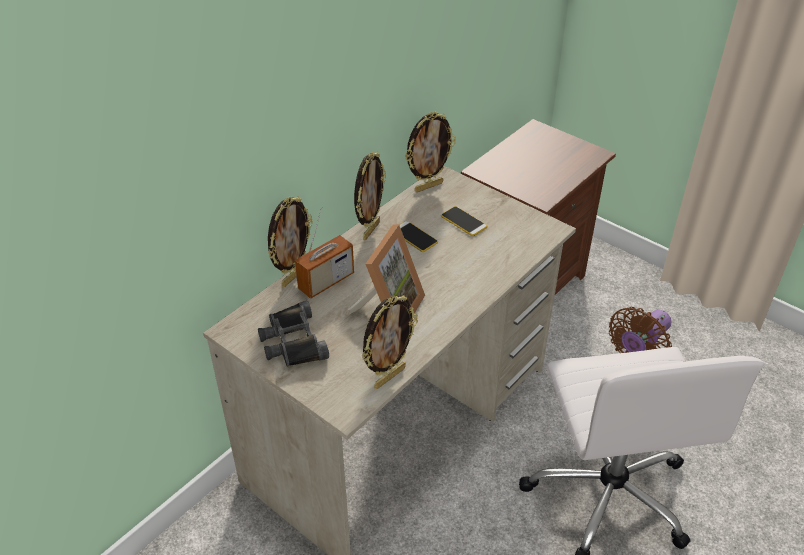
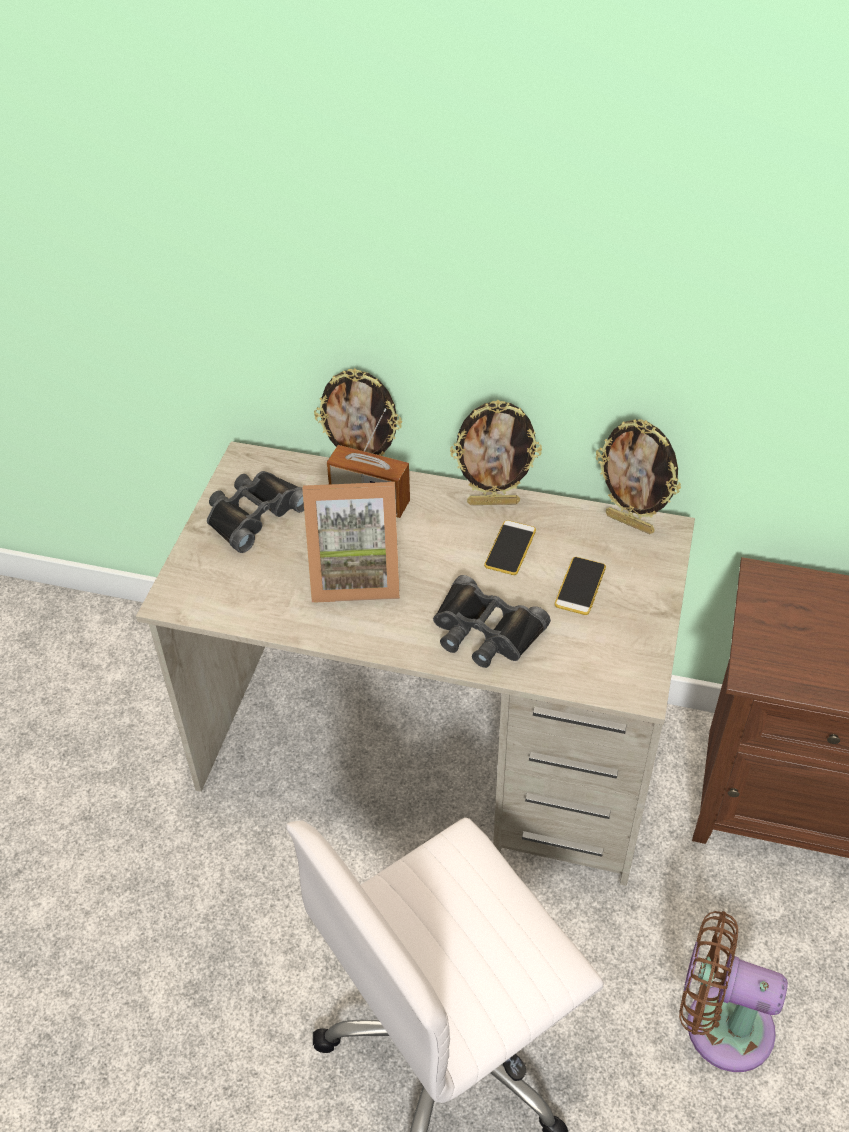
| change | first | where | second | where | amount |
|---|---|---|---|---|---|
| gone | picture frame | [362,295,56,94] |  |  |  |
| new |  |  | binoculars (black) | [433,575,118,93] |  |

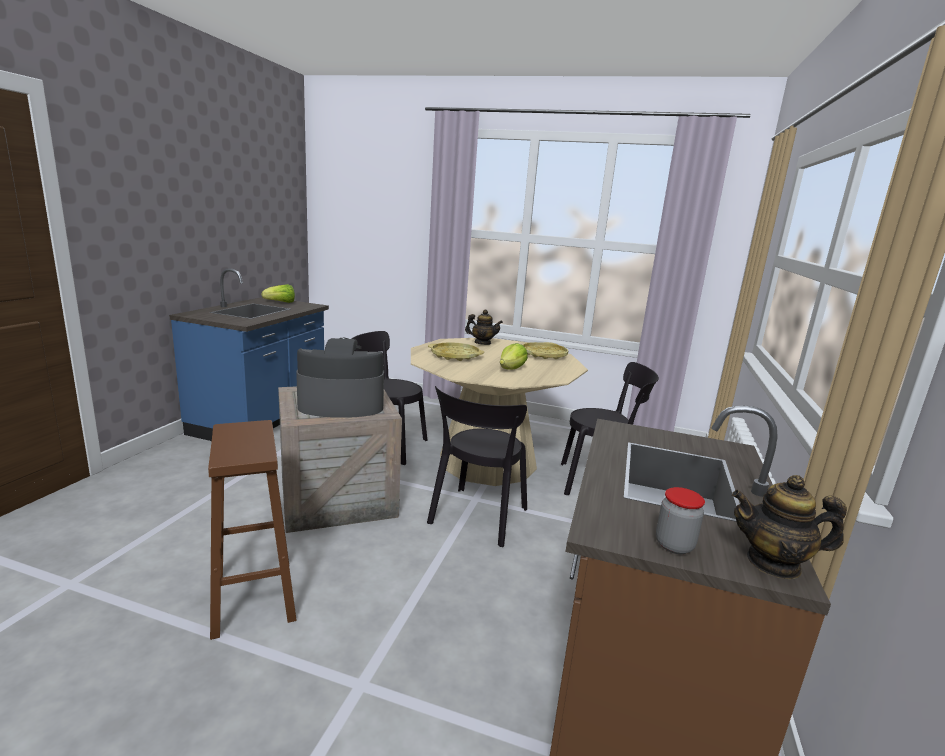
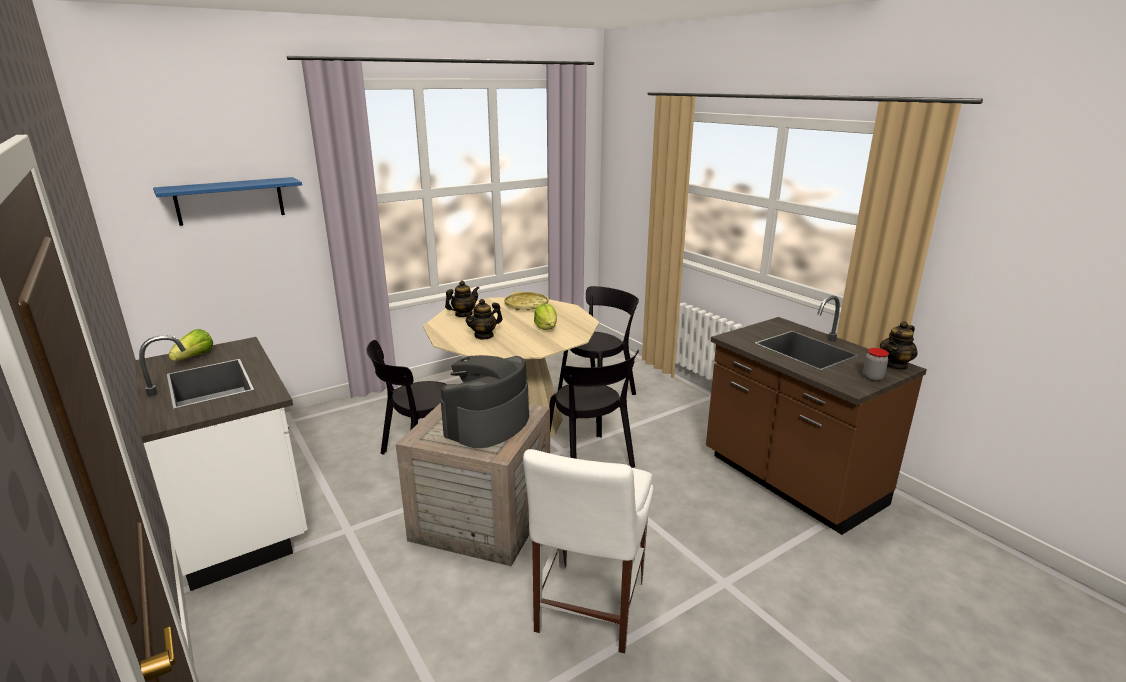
| change | first | where | second | where | amount |
|---|---|---|---|---|---|
| repainted | counter (blue) | [169,268,160,173] | counter (white) | [135,335,173,256] |  |
| swapped | tray (yellow) | [428,342,56,19] | teapot | [463,299,39,41] |  |
| swapped | stool (brown) | [208,420,88,220] | chair (white) | [523,449,131,204] |  |
| new |  |  | shelf (blue) | [153,177,149,49] |  |

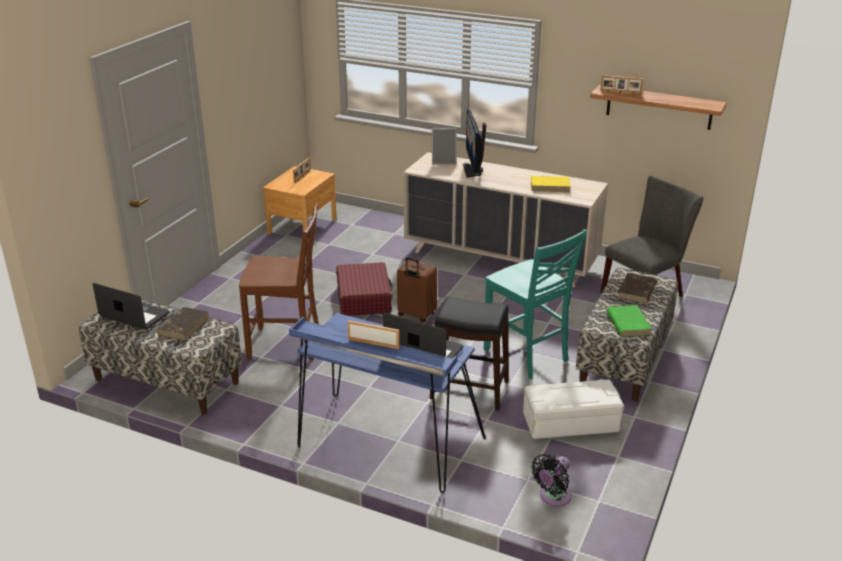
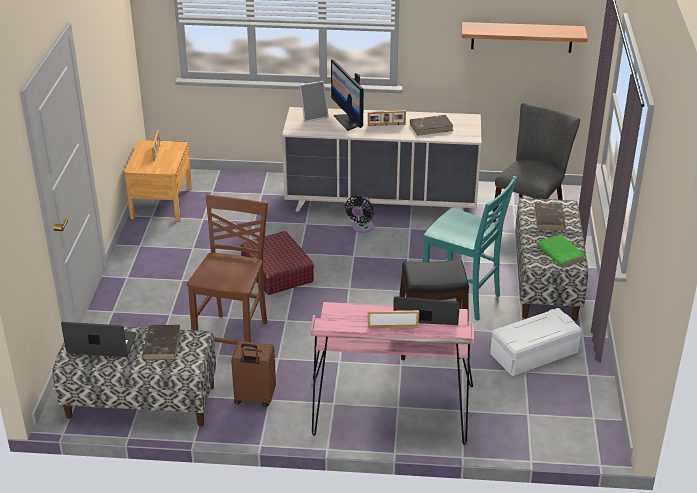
| change | first | where | second | where | amount |
|---|---|---|---|---|---|
| shifted | picture frame | [600,75,43,20] |  | [368,110,38,16] |  |
| repainted | book (yellow) | [531,176,39,16] | book (brown) | [410,115,43,21] |  |
| rotated | chair (brown) | [239,204,80,156] |  | [187,194,81,151] | 60 degrees counterclockwise |
| shifted | suitcase (brown) | [397,257,40,66] |  | [231,341,45,66] |  |
| repainted | desk (blue) | [289,313,197,180] | desk (pink) | [310,302,164,143] |  |
| shifted | fan (black) | [531,454,41,52] |  | [345,196,29,37] |  |

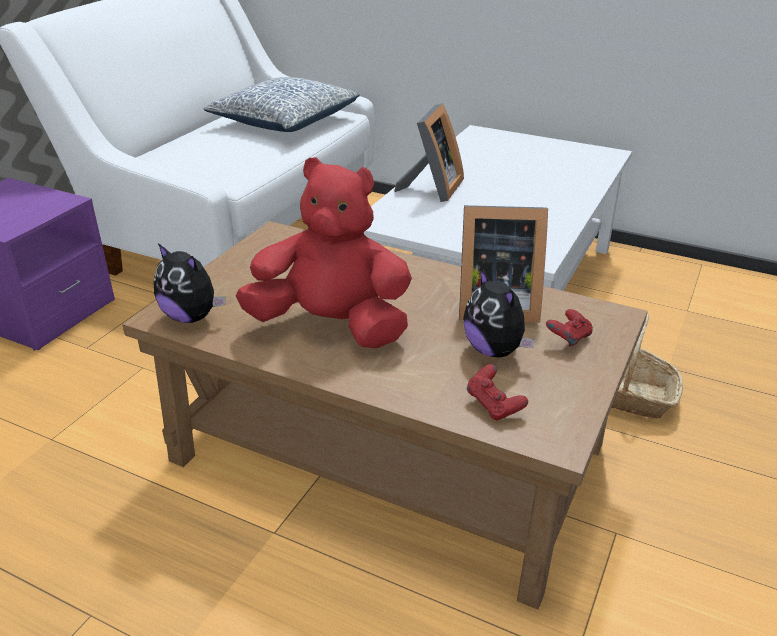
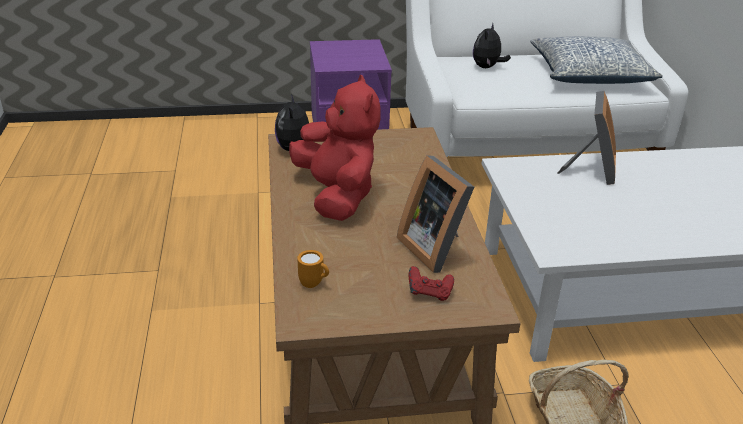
| change | first | where | second | where | amount |
|---|---|---|---|---|---|
| rotated | picture frame | [394,103,70,99] |  | [558,91,58,94] | 60 degrees counterclockwise |
| shifted | plush toy | [463,268,72,89] |  | [473,23,38,45] |  |
| swapped | game controller (red) | [467,364,61,57] | mug (orange) | [297,250,32,38] |  |

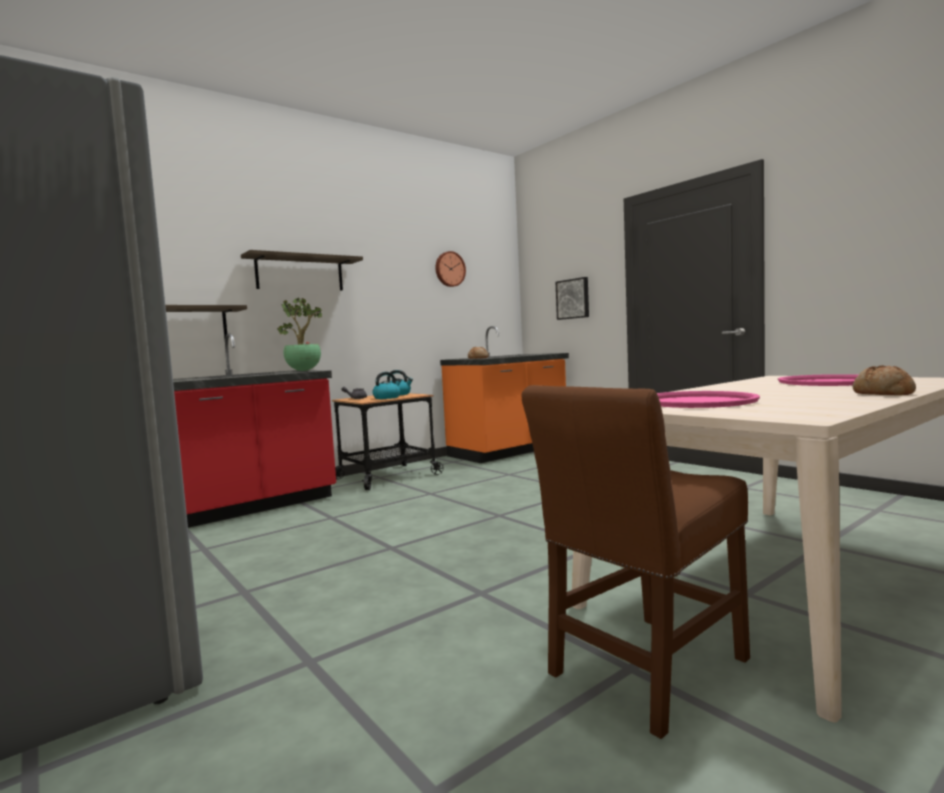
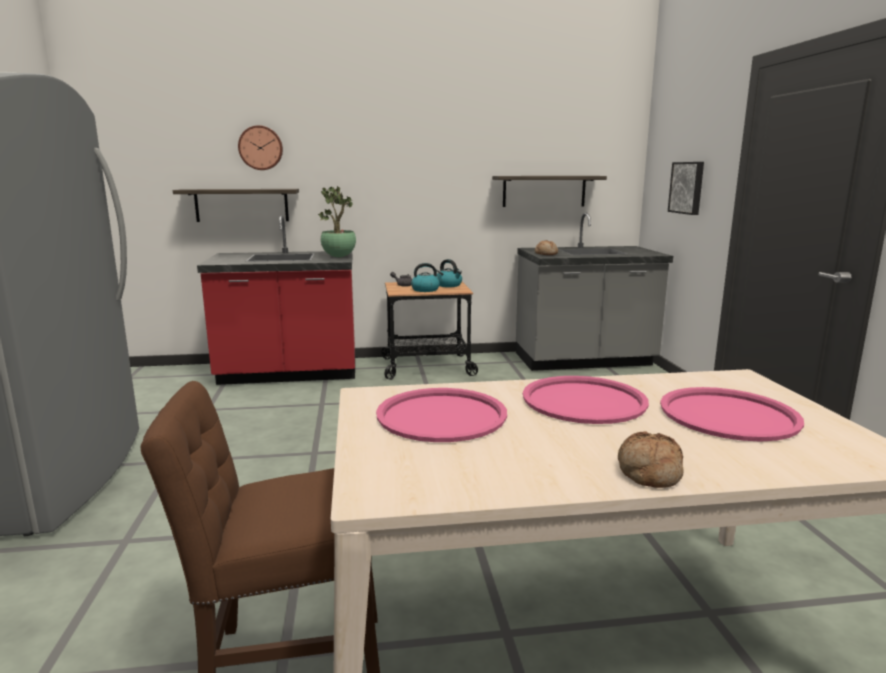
| change | first | where | second | where | amount |
|---|---|---|---|---|---|
| shifted | shelf | [241,250,122,41] |  | [492,176,115,31] |  |
| shifted | wall clock | [435,251,31,36] |  | [238,125,45,45] |  |
| repainted | counter (orange) | [440,326,129,137] | counter (grey) | [516,213,157,158] |  |
| new |  |  | tray (pink) | [523,376,126,48] |  |

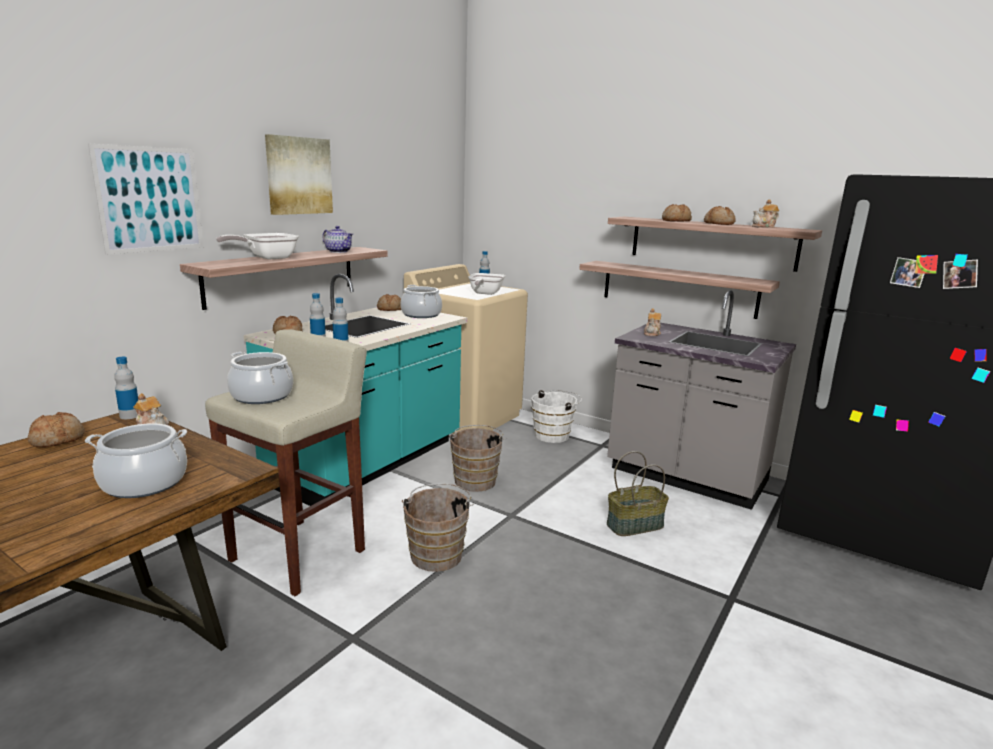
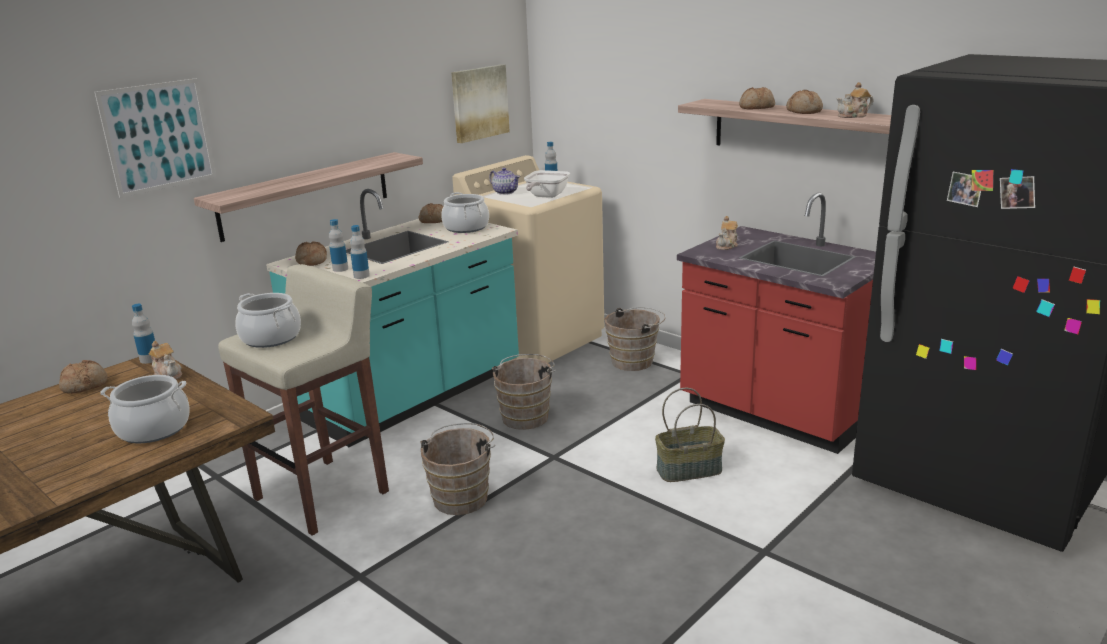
| change | first | where | second | where | amount |
|---|---|---|---|---|---|
| shifted | picture | [265,134,68,81] |  | [451,64,59,79] |  |
| shifted | teapot | [322,226,31,27] |  | [489,168,31,27] |  |
| gone | frying pan | [216,233,83,27] |  |  |  |
| gone | shelf | [579,261,201,58] |  |  |  |
| repainted | counter (grey) | [607,290,189,220] | counter (red) | [677,193,199,261] |  |
| repainted | bucket (white) | [531,390,51,53] | bucket (brown) | [604,307,62,64] |  |

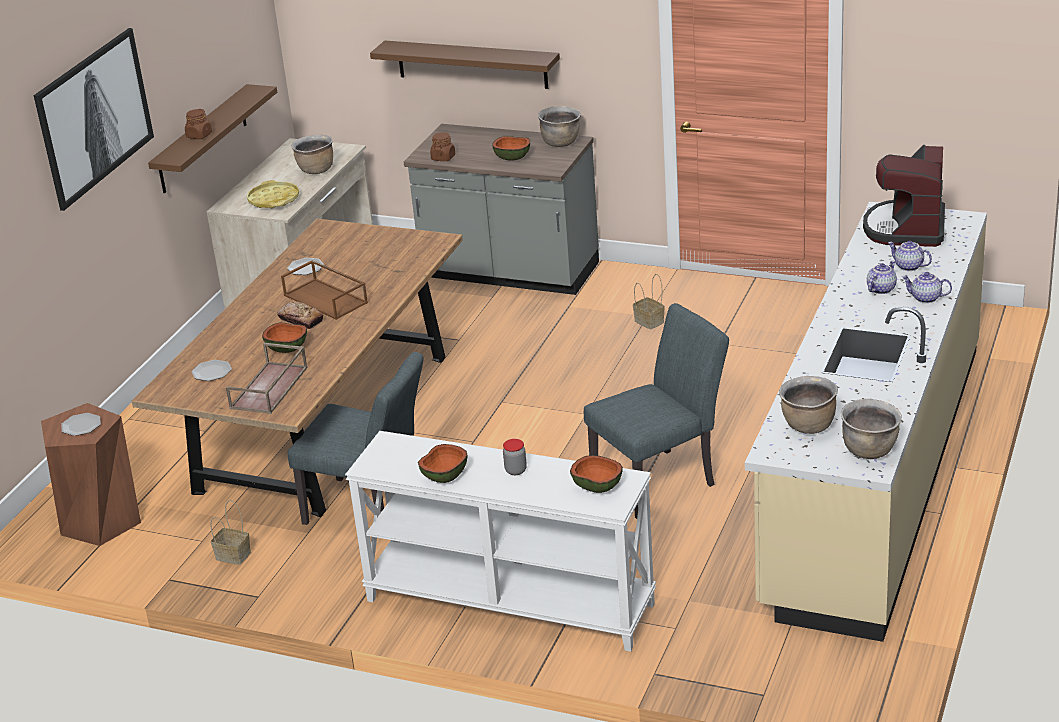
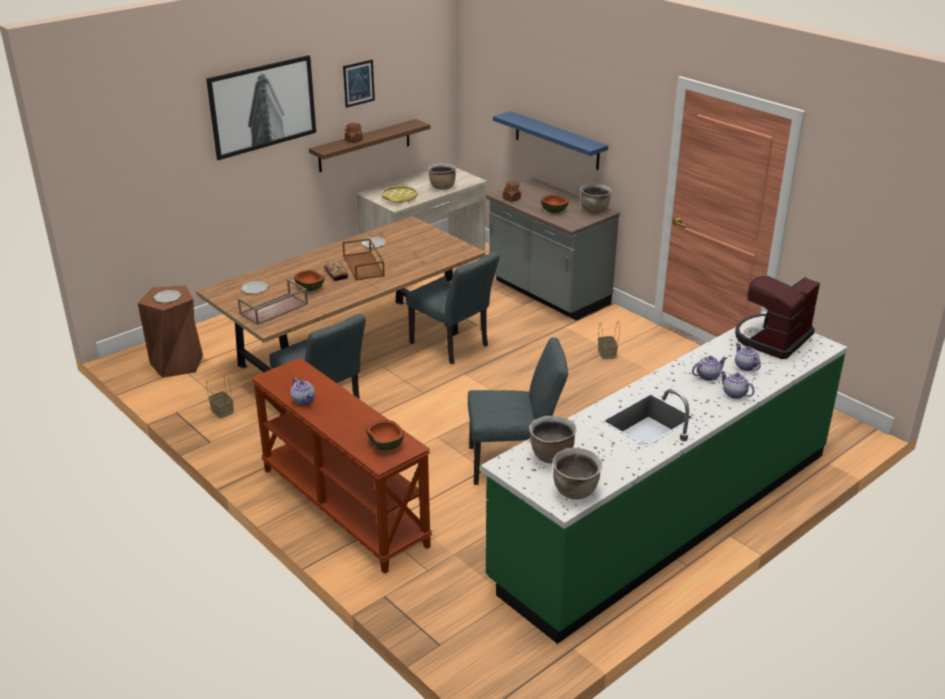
| change | first | where | second | where | amount |
|---|---|---|---|---|---|
| repainted | shelf (brown) | [370,41,190,48] | shelf (blue) | [493,111,115,59] |  |
| repainted | counter (beige) | [745,202,242,440] | counter (green) | [481,311,366,333] |  |
| repainted | console table (white) | [345,431,311,221] | console table (brown) | [251,358,181,216] |  |
| gone | jar | [503,439,24,36] |  |  |  |
| swapped | bowl | [418,444,49,39] | teapot | [290,378,25,27] |  |
| new |  |  | picture | [343,60,32,48] |  |
| new |  |  | chair (grey) | [406,252,94,112] |  |

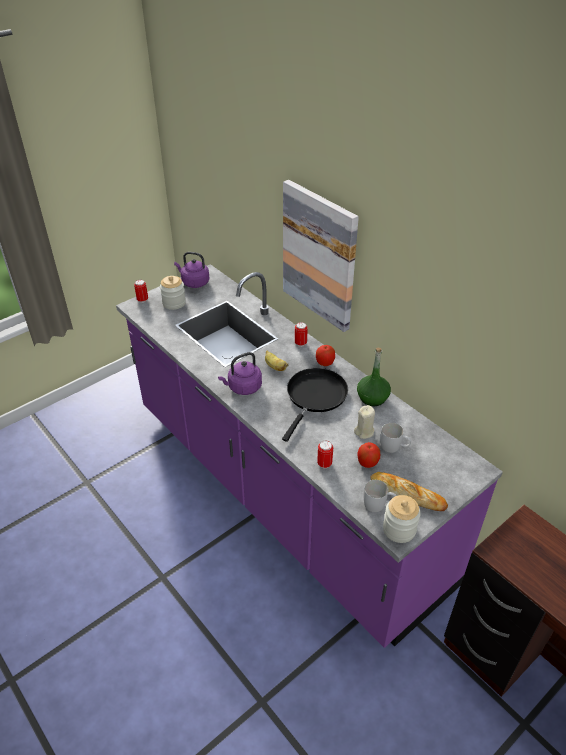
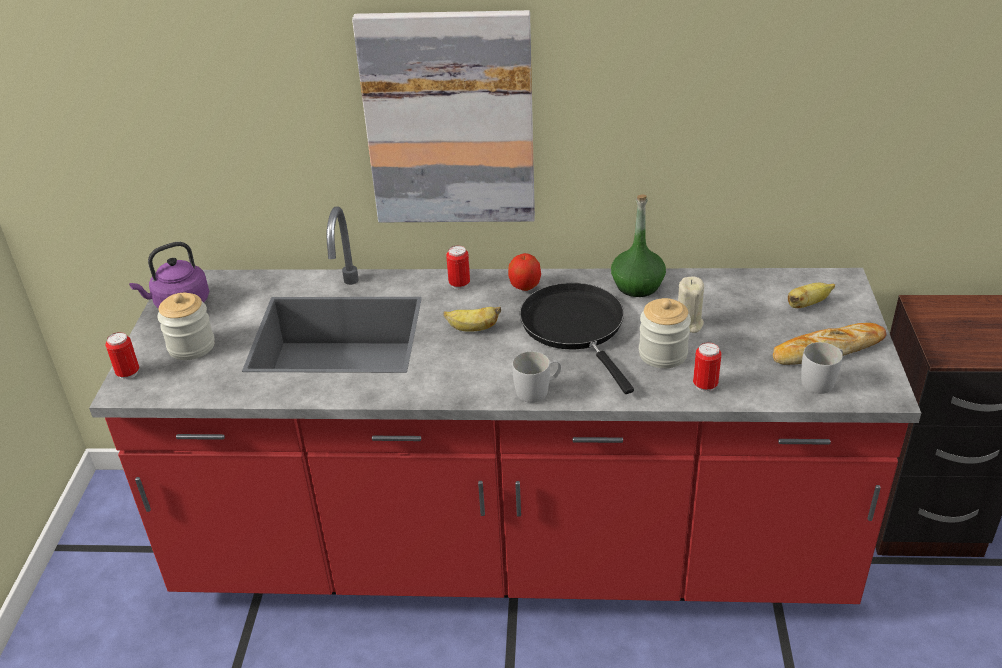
| change | first | where | second | where | amount |
|---|---|---|---|---|---|
| repainted | counter (purple) | [116,264,387,384] | counter (red) | [89,207,832,397] |  |
| gone | kettle (purple) | [218,352,44,43] |  |  |  |
| shifted | mug (white) | [381,423,30,30] |  | [512,351,49,52] |  |
| gone | apple | [358,442,22,26] |  |  |  |
| shifted | jar | [383,495,38,48] |  | [639,298,52,70] |  |
| new |  |  | banana | [788,283,47,25] |  |

